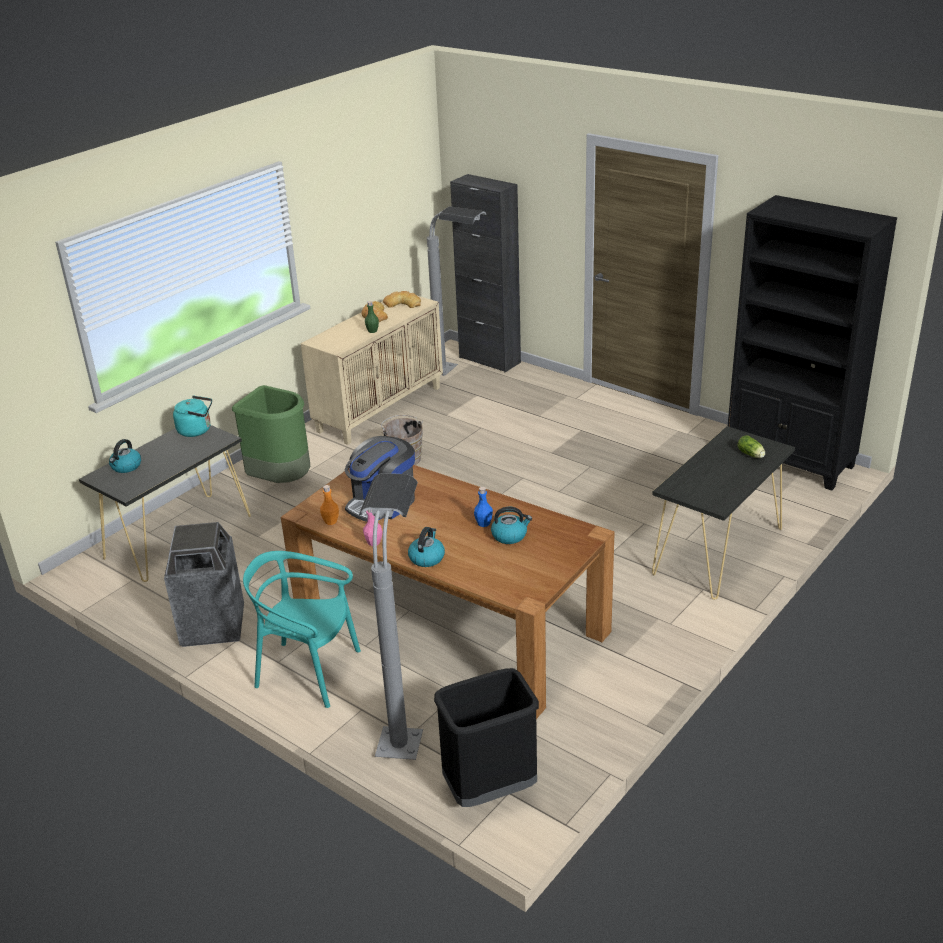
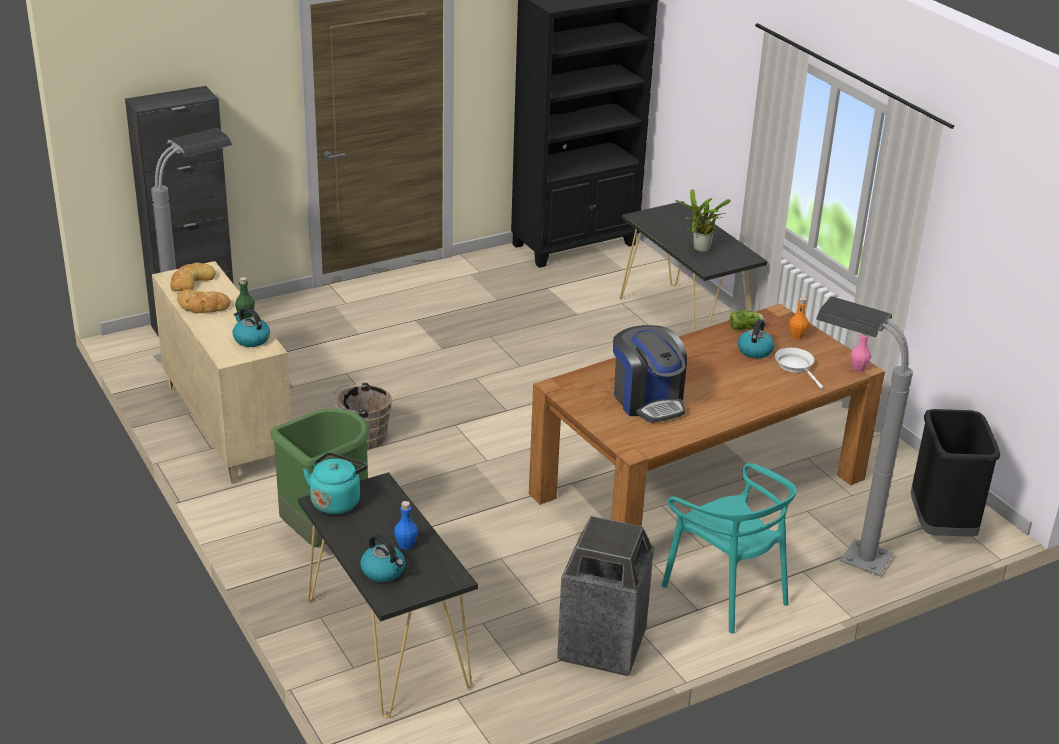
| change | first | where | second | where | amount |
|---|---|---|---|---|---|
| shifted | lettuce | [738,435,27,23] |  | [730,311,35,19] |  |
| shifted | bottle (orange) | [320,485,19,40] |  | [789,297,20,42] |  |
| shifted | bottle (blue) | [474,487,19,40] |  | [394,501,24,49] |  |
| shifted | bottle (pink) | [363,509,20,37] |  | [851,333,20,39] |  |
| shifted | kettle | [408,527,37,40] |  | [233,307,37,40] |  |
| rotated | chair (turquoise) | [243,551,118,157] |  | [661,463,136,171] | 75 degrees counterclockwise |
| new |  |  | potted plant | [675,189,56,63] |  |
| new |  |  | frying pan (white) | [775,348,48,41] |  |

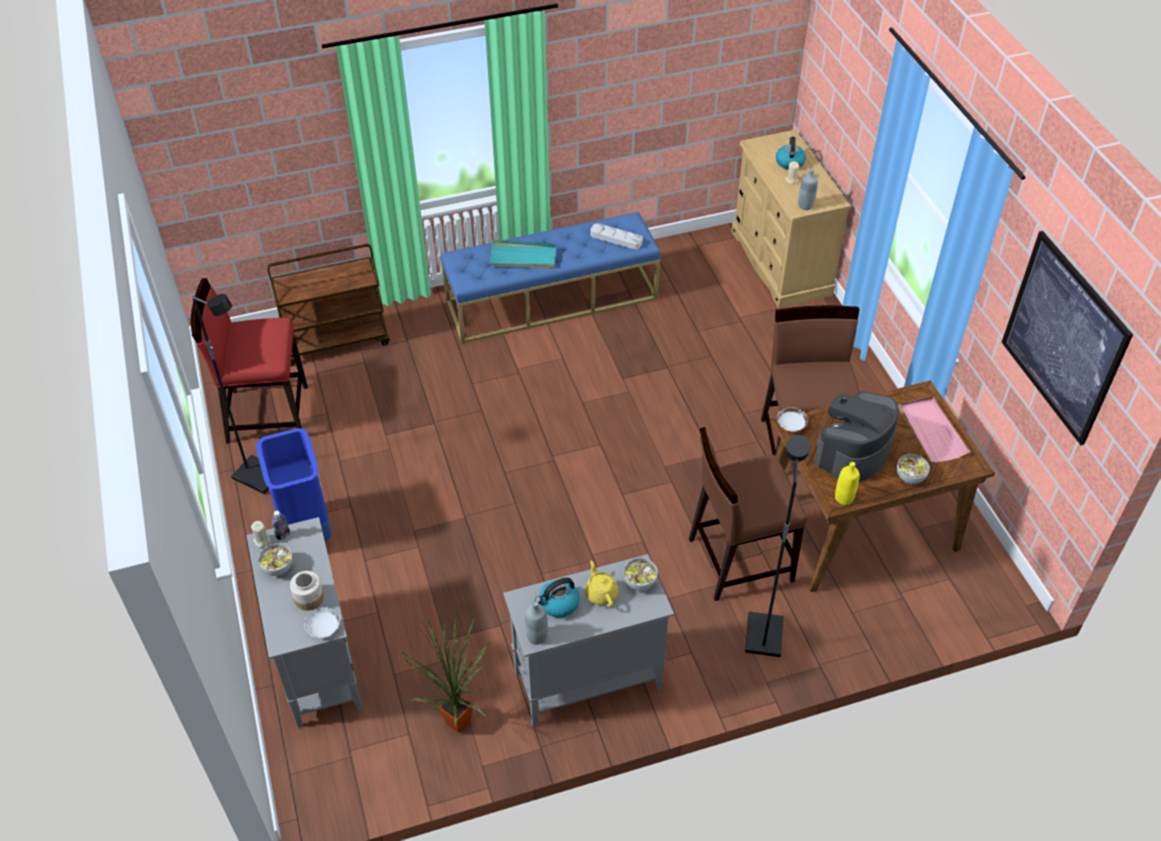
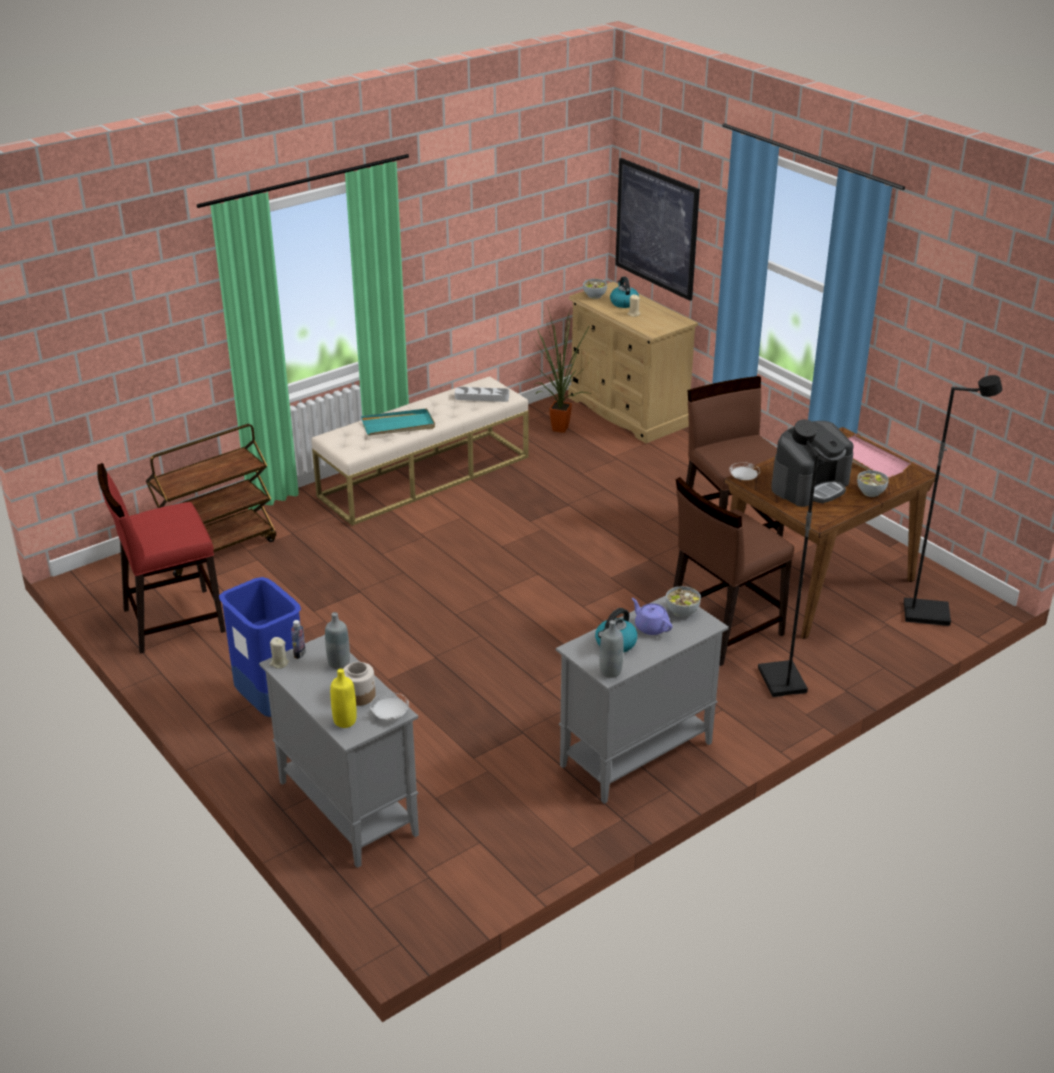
| change | first | where | second | where | amount |
|---|---|---|---|---|---|
| shifted | bottle (grey) | [798,169,20,41] |  | [325,612,25,57] |  |
| repainted | bench (blue) | [441,212,219,132] | bench (beige) | [312,376,217,150] |  |
| shifted | picture | [1002,231,131,214] |  | [615,158,85,143] |  |
| shifted | floor lamp (black) | [192,294,77,200] |  | [904,375,98,251] |  |
| rotated | coffee machine | [815,391,84,91] |  | [771,421,83,86] | 150 degrees counterclockwise |
| shifted | bottle (yellow) | [835,462,25,43] |  | [330,668,27,60] |  |
| shifted | bowl | [258,544,35,32] |  | [583,279,24,20] |  |
| repainted | teapot (yellow) | [585,561,34,46] | teapot (purple) | [632,598,40,37] |  |
| shifted | potted plant | [401,615,90,118] |  | [530,305,61,128] |  |

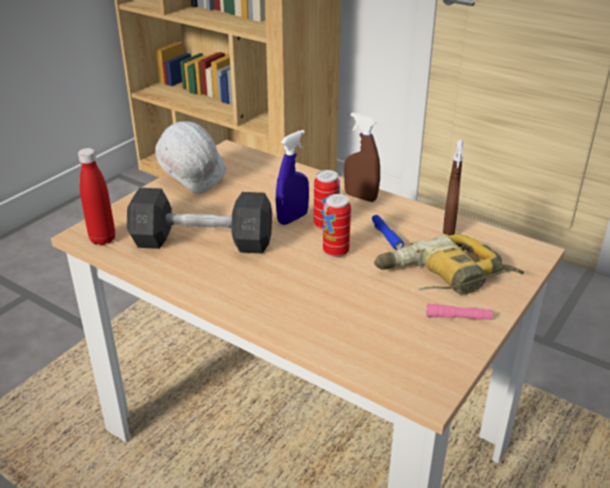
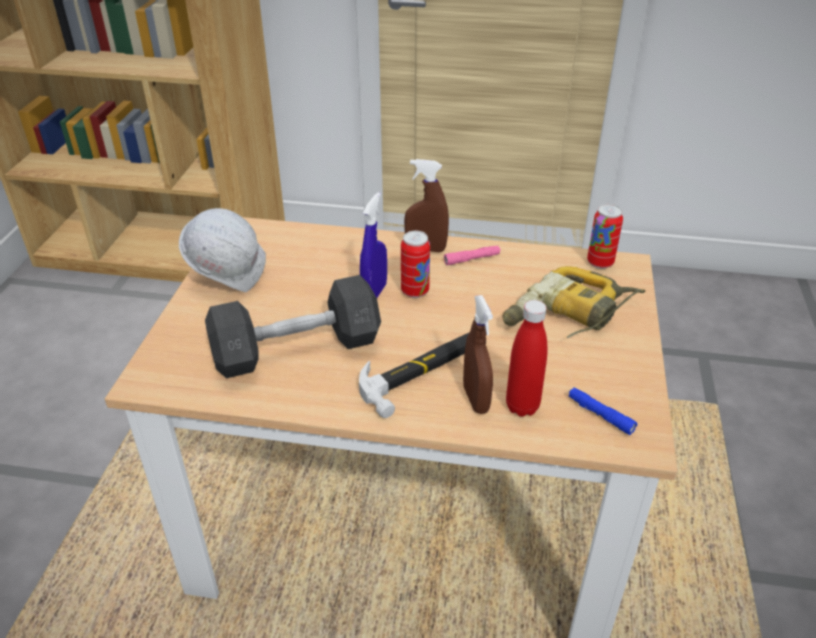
| change | first | where | second | where | amount |
|---|---|---|---|---|---|
| shifted | spray bottle (brown) | [443,140,20,96] |  | [463,295,30,119] |  |
| shifted | bottle (red) | [78,148,37,97] |  | [506,300,41,117] |  |
| shifted | can | [323,194,28,64] |  | [587,204,36,65] |  |
| shifted | flashlight (blue) | [372,215,32,35] |  | [569,387,68,48] |  |
| shifted | flashlight (pink) | [426,304,67,16] |  | [444,246,56,19] |  |
| new |  |  | hammer | [359,332,111,86] |  |

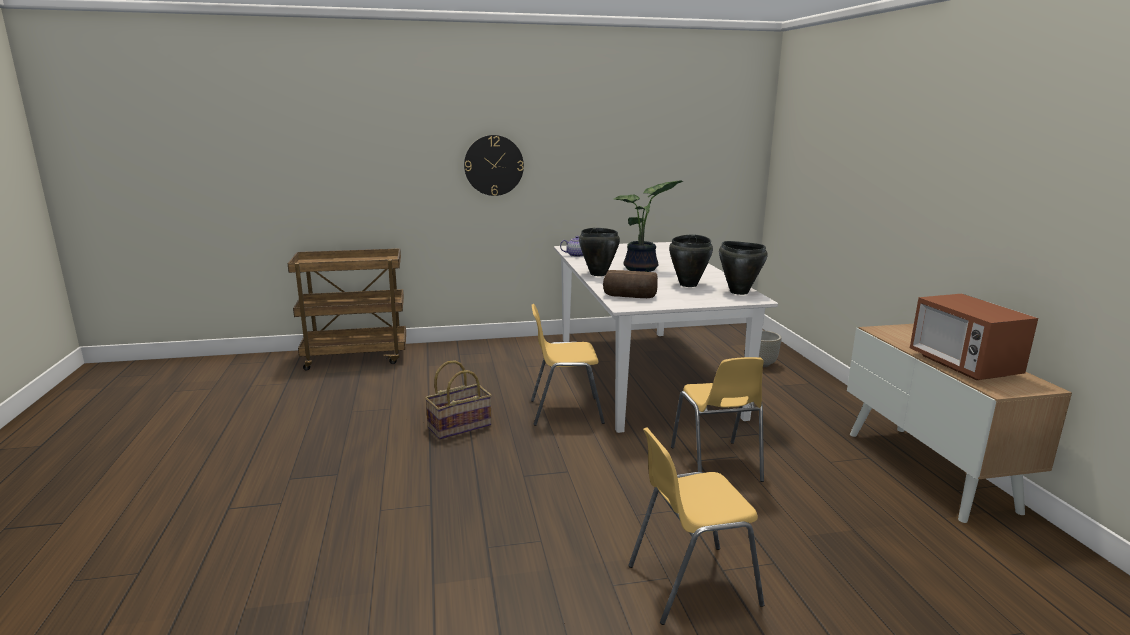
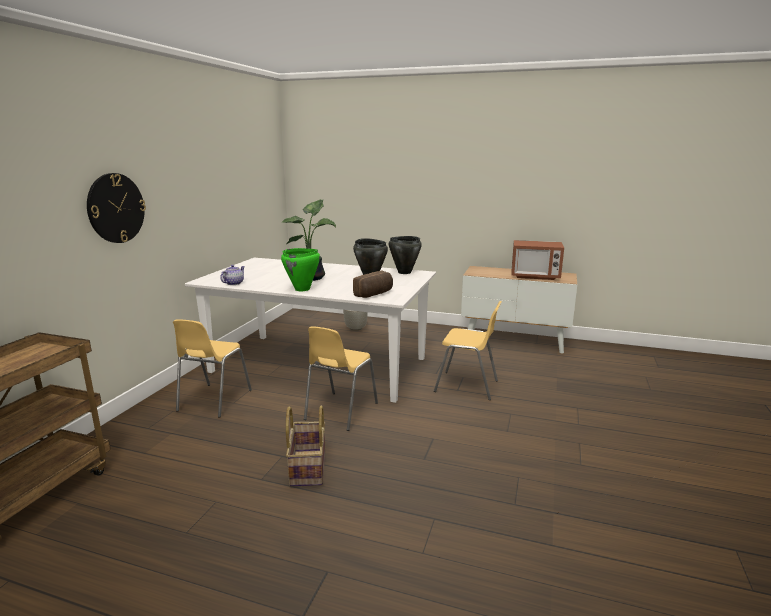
| change | first | where | second | where | amount |
|---|---|---|---|---|---|
| repainted | cooking pot (black) | [579,228,41,48] | cooking pot (green) | [281,248,39,43] |  |
| shifted | chair (yellow) | [628,427,136,198] |  | [173,319,79,99] |  |

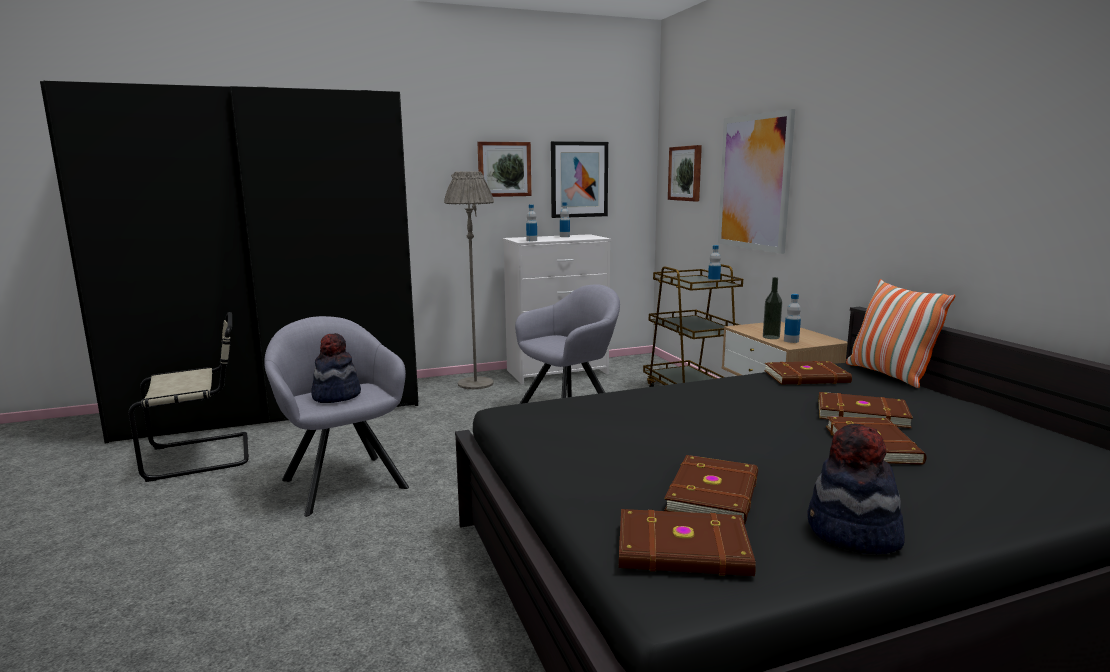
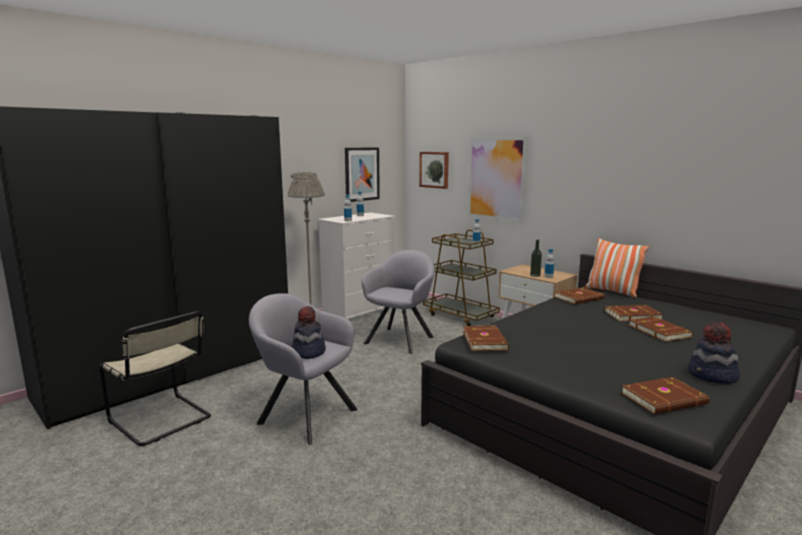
| change | first | where | second | where | amount |
|---|---|---|---|---|---|
| gone | picture | [477,142,54,55] |  |  |  |
| rotated | chair (beige) | [129,312,120,170] |  | [100,311,111,135] | 90 degrees clockwise |
| shifted | book (brown) | [664,455,94,69] |  | [463,326,46,25] |  |

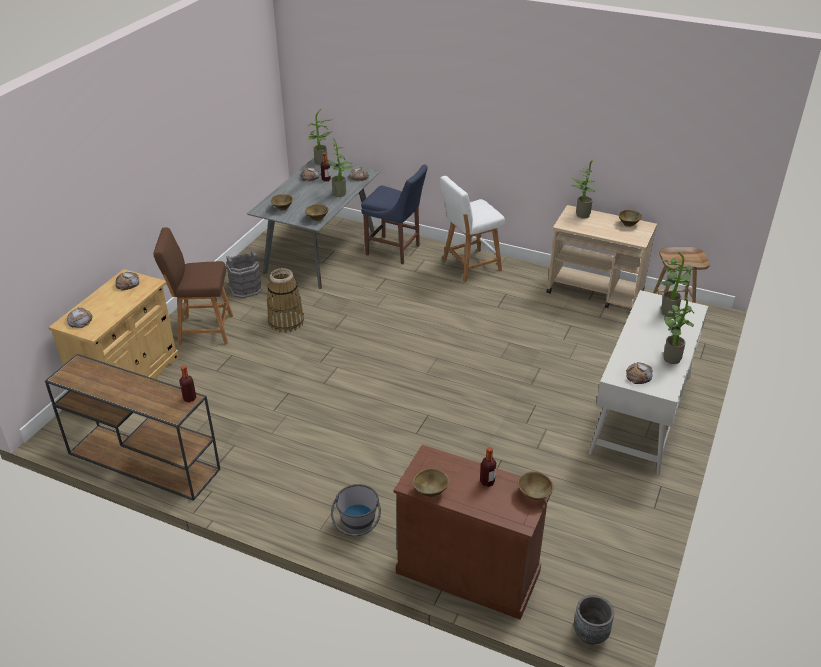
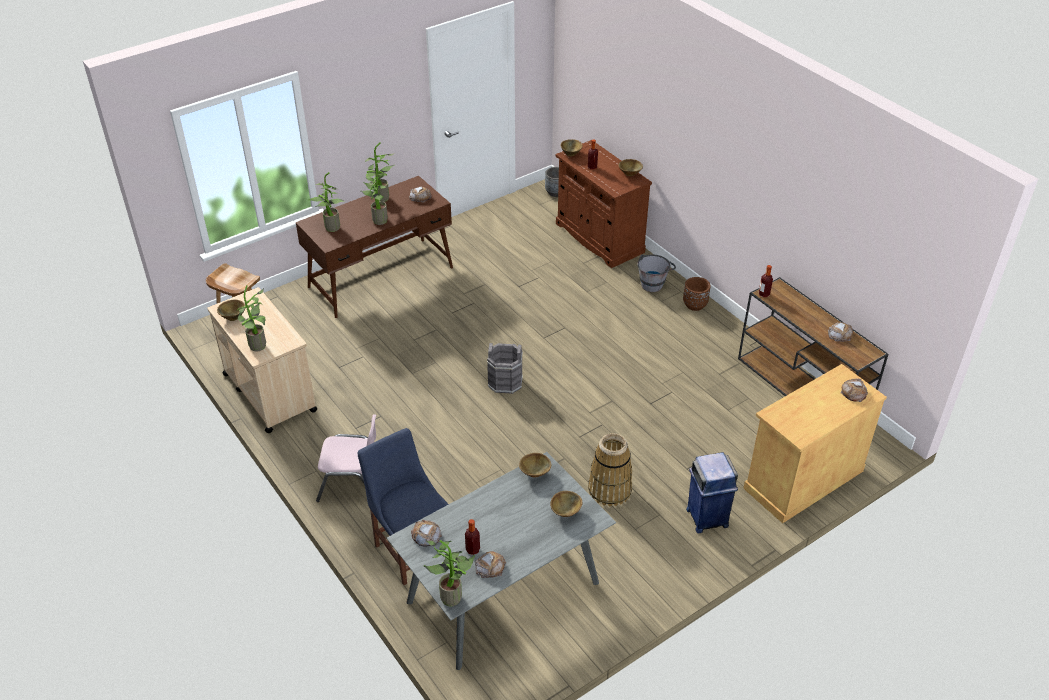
| change | first | where | second | where | amount |
|---|---|---|---|---|---|
| shifted | potted plant | [327,138,29,59] |  | [361,167,27,58] |  |
| swapped | stool (white) | [440,176,65,106] | chair (pink) | [316,414,60,88] |  |
| swapped | stool (brown) | [153,227,80,119] | trash can (blue) | [686,452,52,81] |  |
| shifted | bucket (grey) | [226,250,36,48] |  | [487,343,36,51] |  |
| shifted | bread | [115,272,24,18] |  | [828,322,25,20] |  |
| repainted | desk (white) | [589,290,119,185] | desk (brown) | [296,176,157,142] |  |
| new |  |  | planter (brown) | [683,277,28,34] |  |

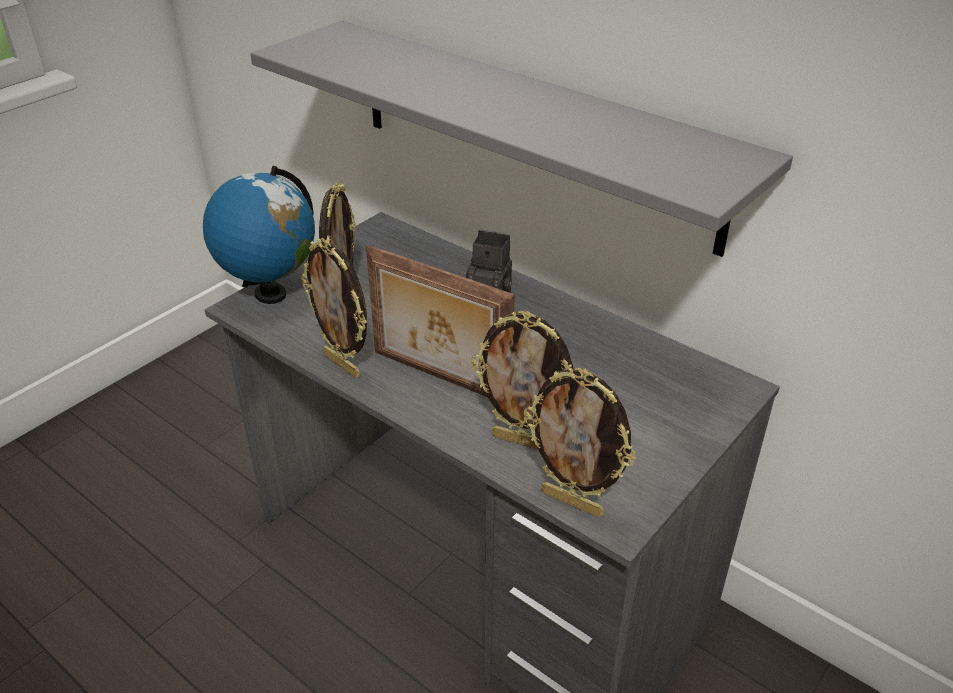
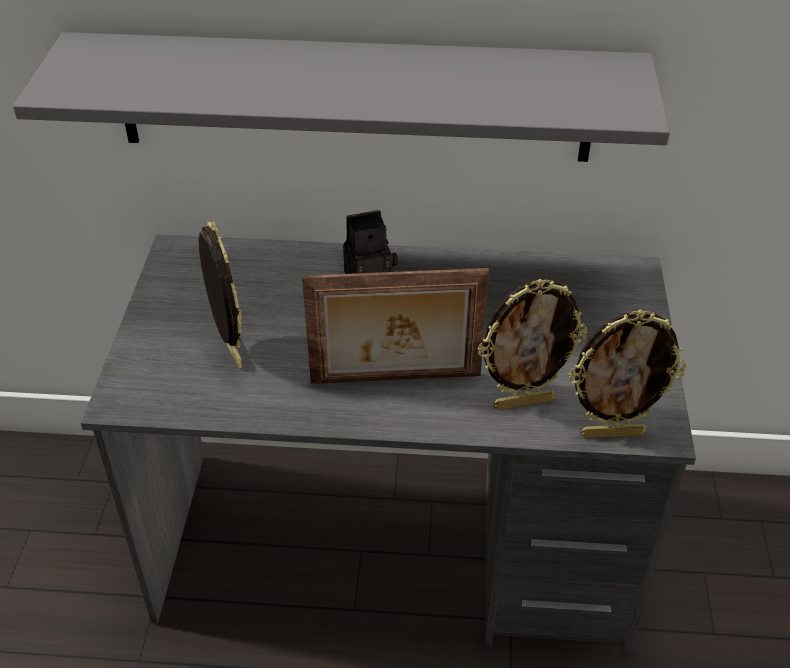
| change | first | where | second | where | amount |
|---|---|---|---|---|---|
| gone | globe | [203,166,112,138] |  |  |  |
| gone | picture frame | [301,238,66,140] |  |  |  |

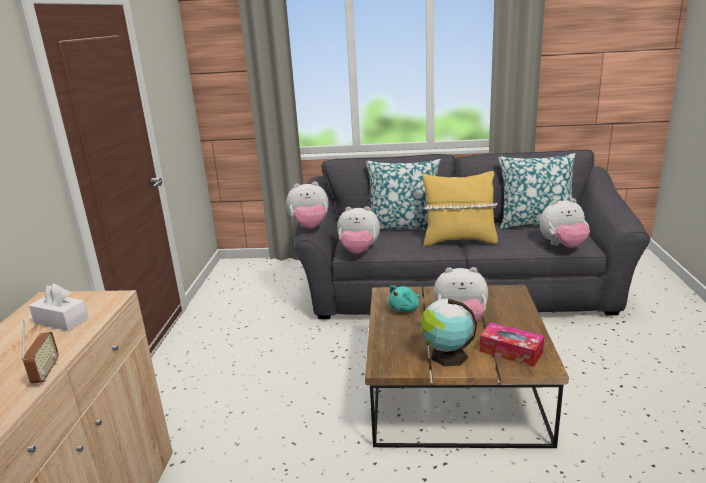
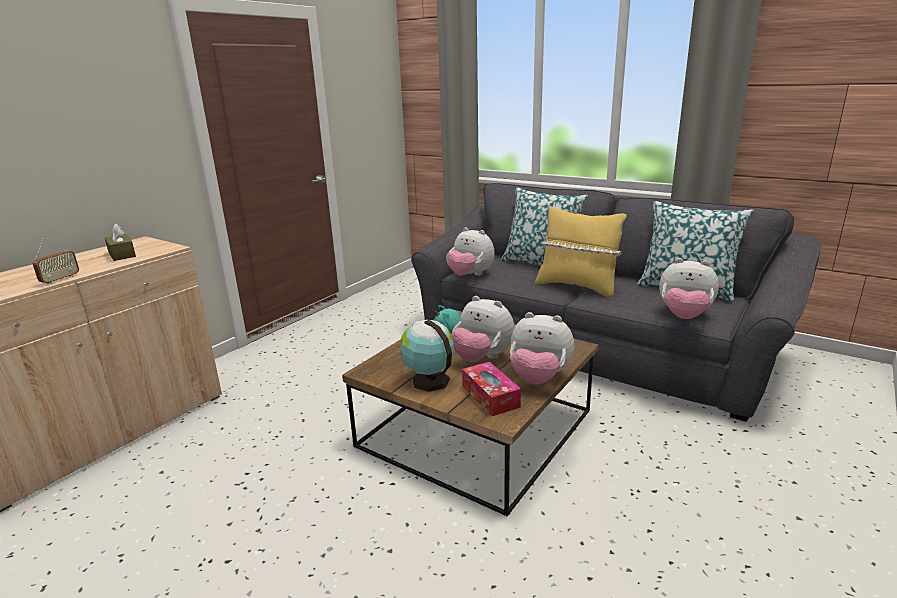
| change | first | where | second | where | amount |
|---|---|---|---|---|---|
| shifted | plush toy | [286,182,42,47] |  | [510,312,64,73] |  |
| repainted | tissue box (white) | [29,284,60,47] | tissue box (brown) | [105,223,31,38] |  |

